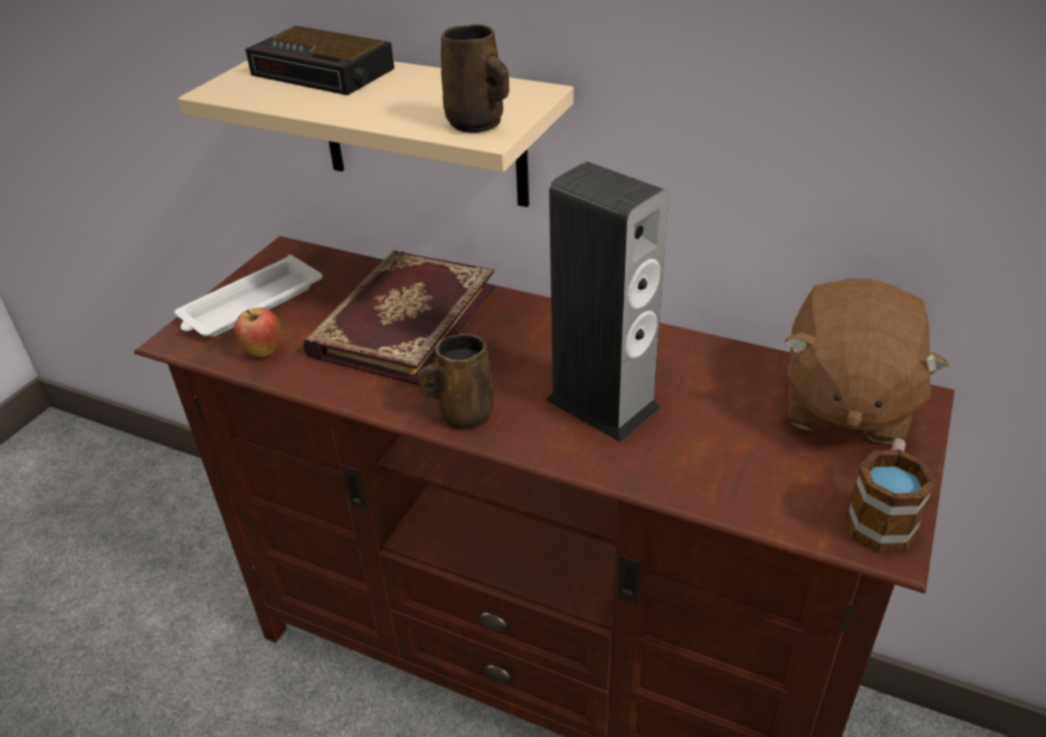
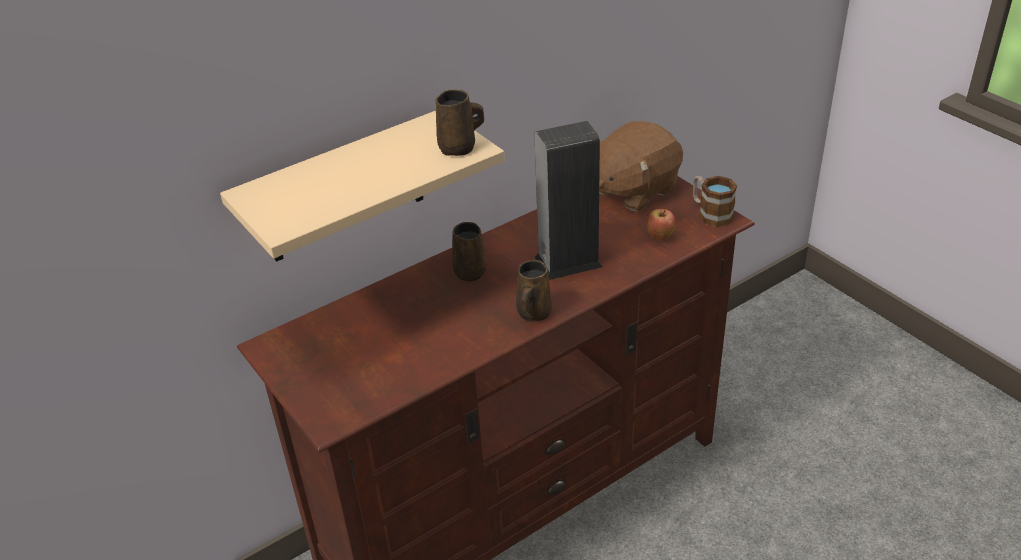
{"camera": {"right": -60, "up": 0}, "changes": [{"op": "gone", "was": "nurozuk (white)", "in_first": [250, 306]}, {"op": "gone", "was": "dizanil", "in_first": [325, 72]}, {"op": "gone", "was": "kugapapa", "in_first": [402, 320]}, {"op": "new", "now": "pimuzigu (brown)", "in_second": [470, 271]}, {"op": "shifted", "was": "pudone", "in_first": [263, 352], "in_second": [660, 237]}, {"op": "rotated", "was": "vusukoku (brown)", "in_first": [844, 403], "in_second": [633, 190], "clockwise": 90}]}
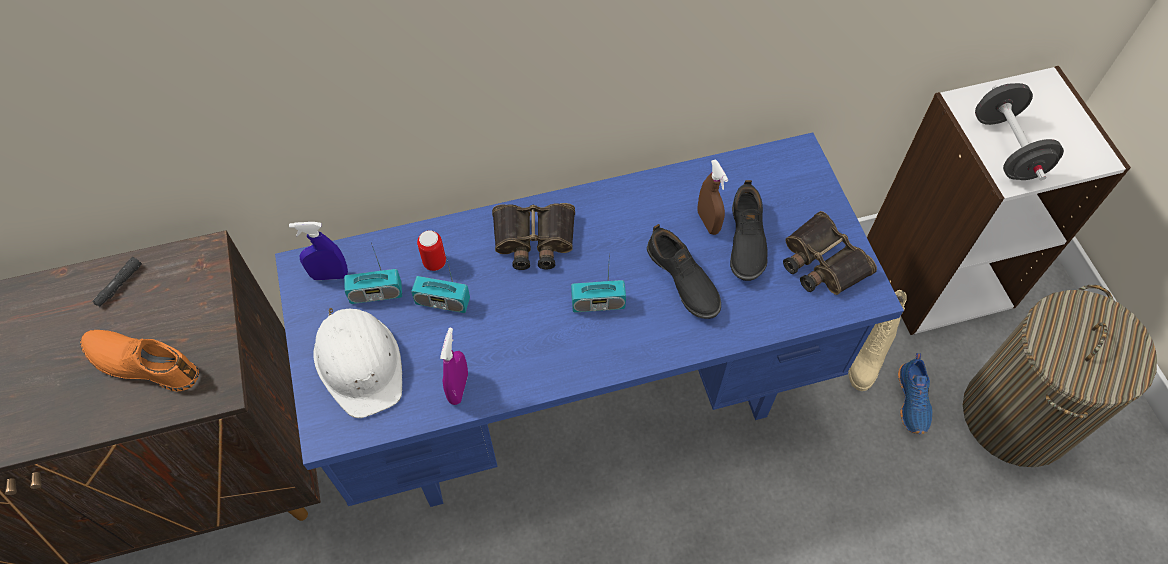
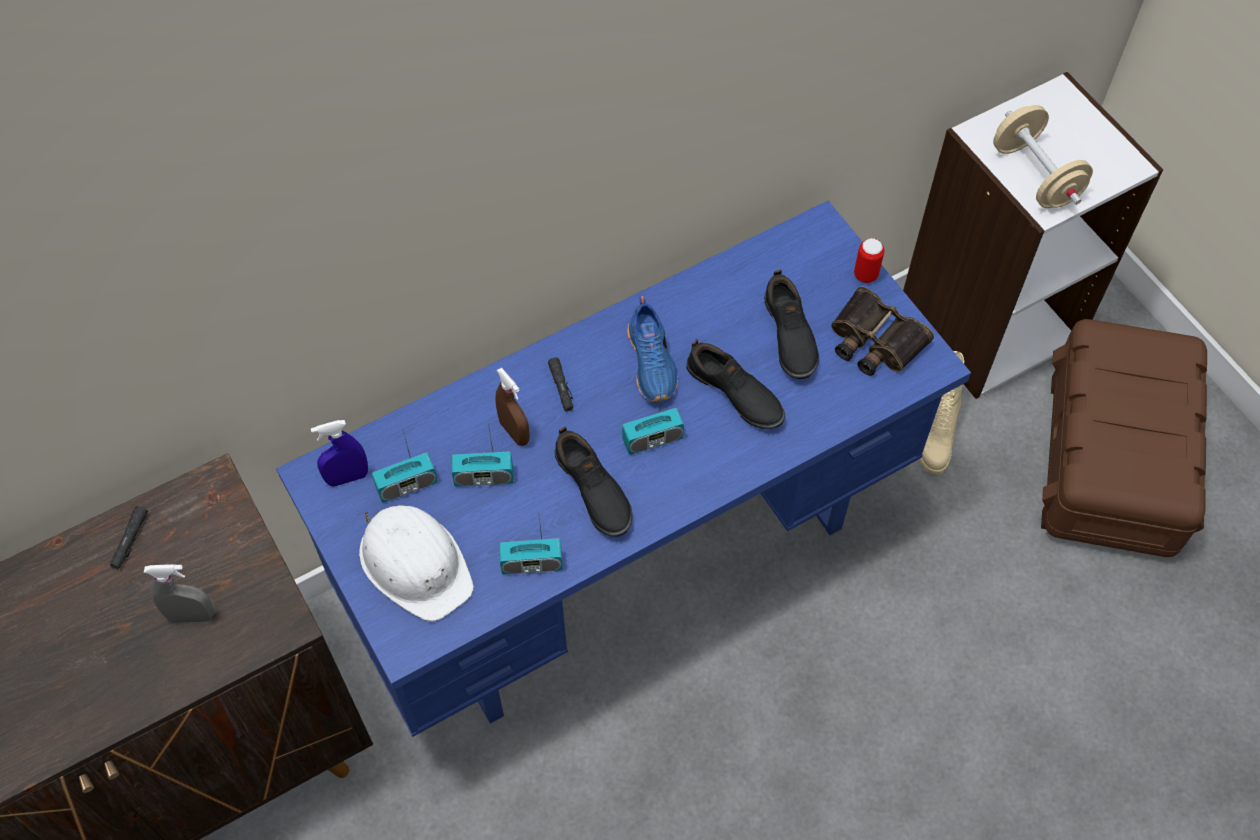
{"camera": {"right": -15, "up": 0}, "changes": [{"op": "new", "now": "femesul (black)", "in_second": [592, 491]}, {"op": "shifted", "was": "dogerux", "in_first": [434, 262], "in_second": [865, 275]}, {"op": "shifted", "was": "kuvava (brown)", "in_first": [708, 222], "in_second": [514, 432]}, {"op": "shifted", "was": "femesul (blue)", "in_first": [913, 401], "in_second": [653, 363]}, {"op": "swapped", "was": "femesul (orange)", "now": "kuvava (grey)", "in_first": [143, 362], "in_second": [191, 616]}, {"op": "swapped", "was": "kuvava (purple)", "now": "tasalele", "in_first": [458, 388], "in_second": [532, 564]}, {"op": "swapped", "was": "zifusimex", "now": "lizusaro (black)", "in_first": [533, 240], "in_second": [561, 387]}, {"op": "swapped", "was": "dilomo", "now": "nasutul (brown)", "in_first": [1016, 415], "in_second": [1110, 461]}, {"op": "repainted", "was": "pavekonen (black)", "now": "pavekonen (beige)", "in_first": [1007, 149], "in_second": [1035, 176]}]}
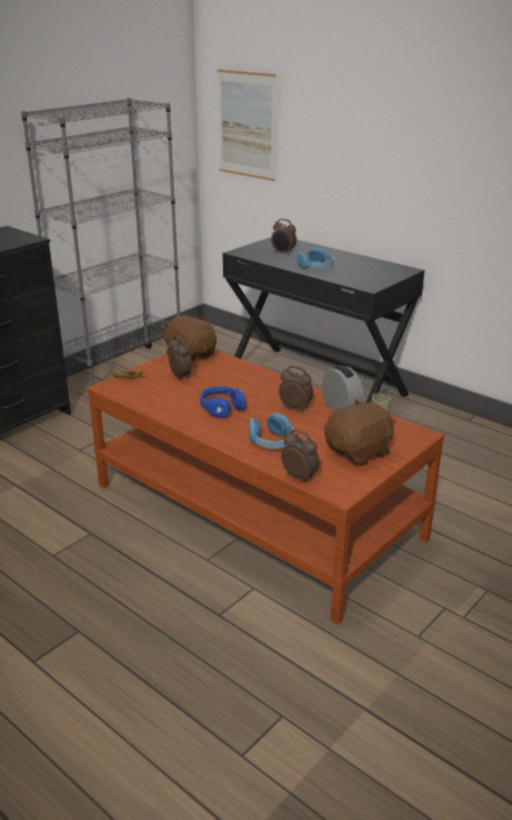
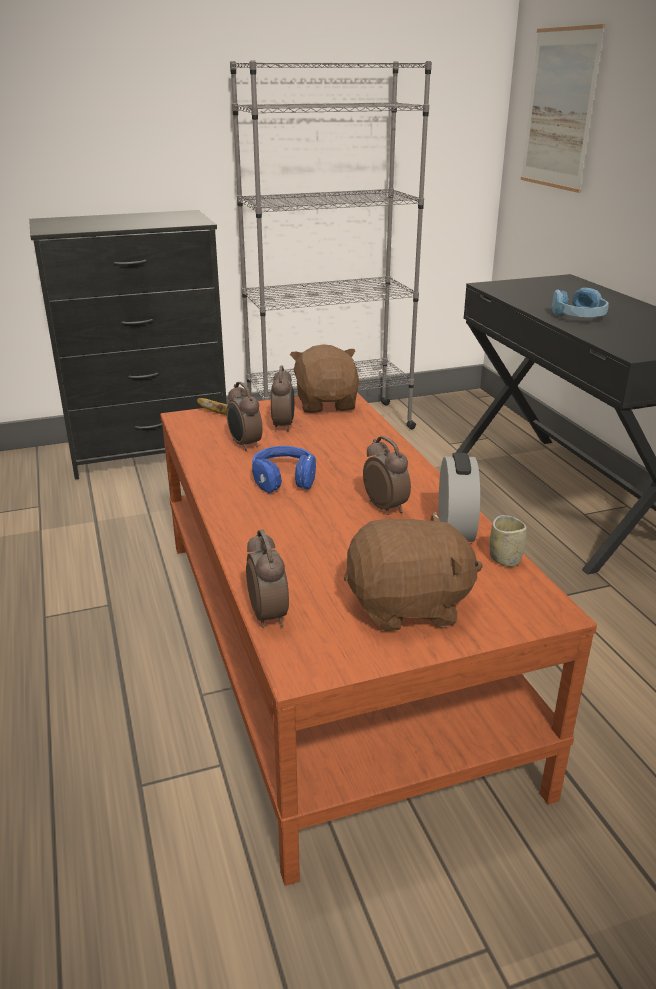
{"camera": {"right": 30, "up": 0}, "changes": [{"op": "gone", "was": "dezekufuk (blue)", "in_first": [271, 441]}, {"op": "shifted", "was": "dizanil", "in_first": [283, 253], "in_second": [244, 445]}]}
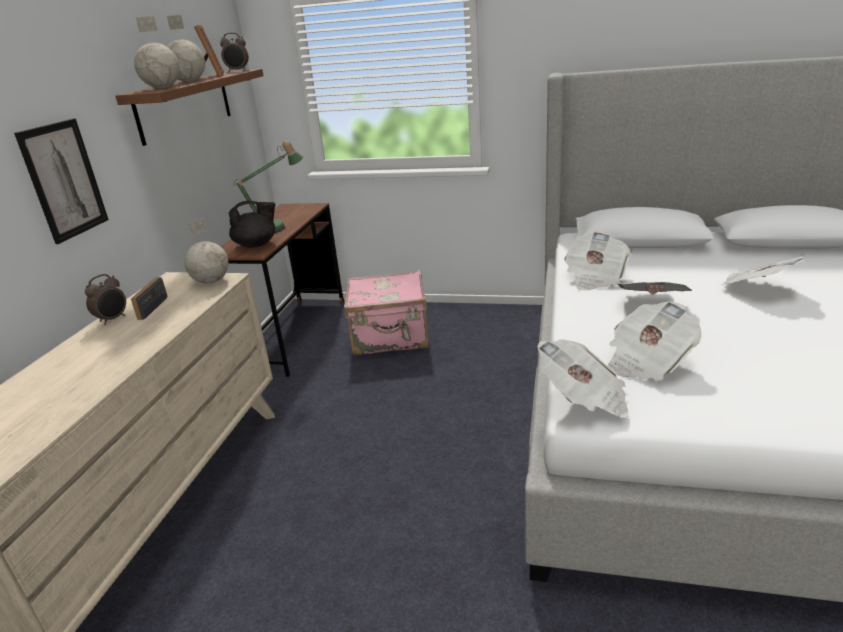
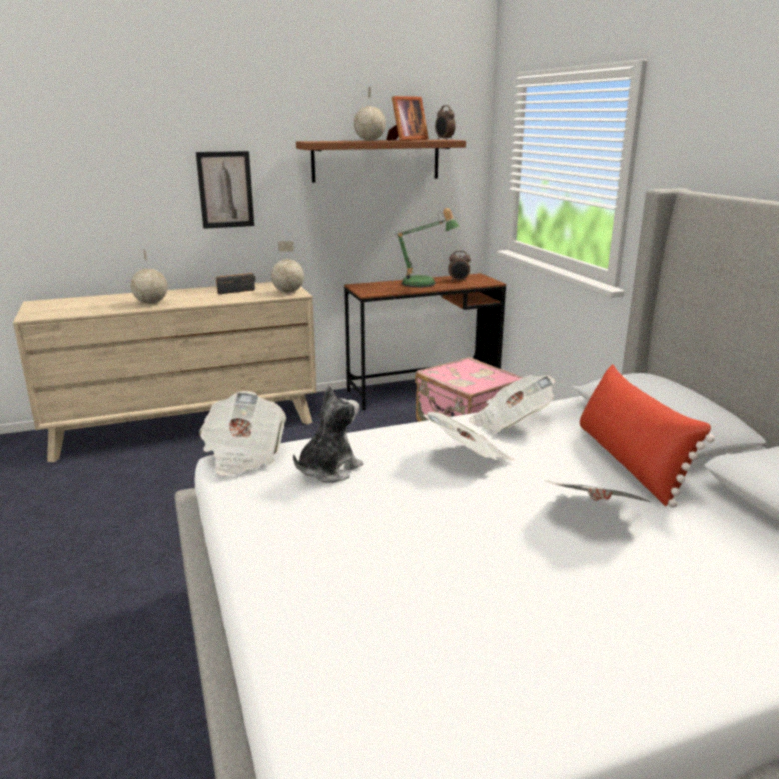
{"camera": {"right": 55, "up": -5}, "changes": [{"op": "gone", "was": "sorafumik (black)", "in_first": [256, 244]}, {"op": "new", "now": "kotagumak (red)", "in_second": [629, 462]}, {"op": "shifted", "was": "dizanil", "in_first": [113, 319], "in_second": [459, 281]}, {"op": "shifted", "was": "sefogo", "in_first": [162, 88], "in_second": [151, 303]}, {"op": "swapped", "was": "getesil", "now": "vusukoku", "in_first": [647, 361], "in_second": [328, 470]}]}
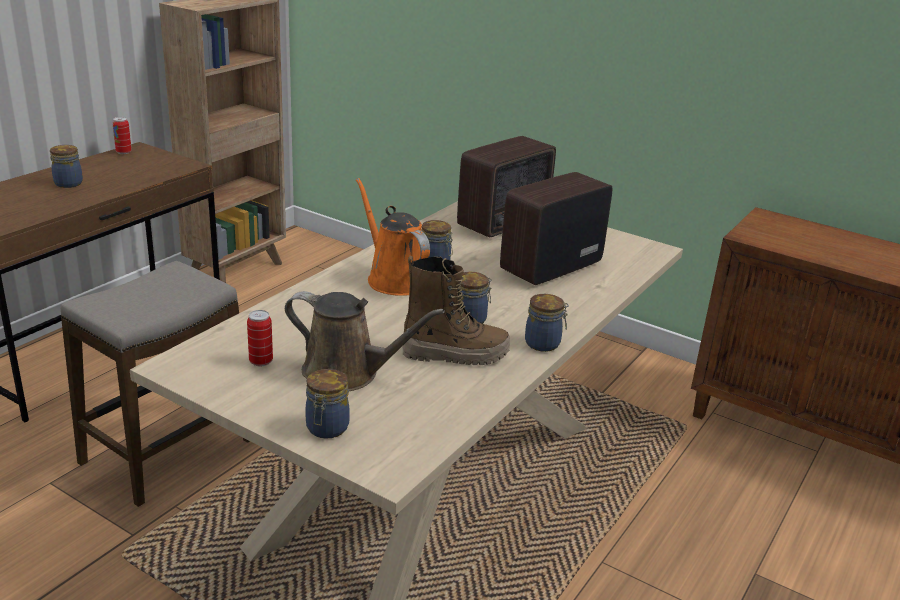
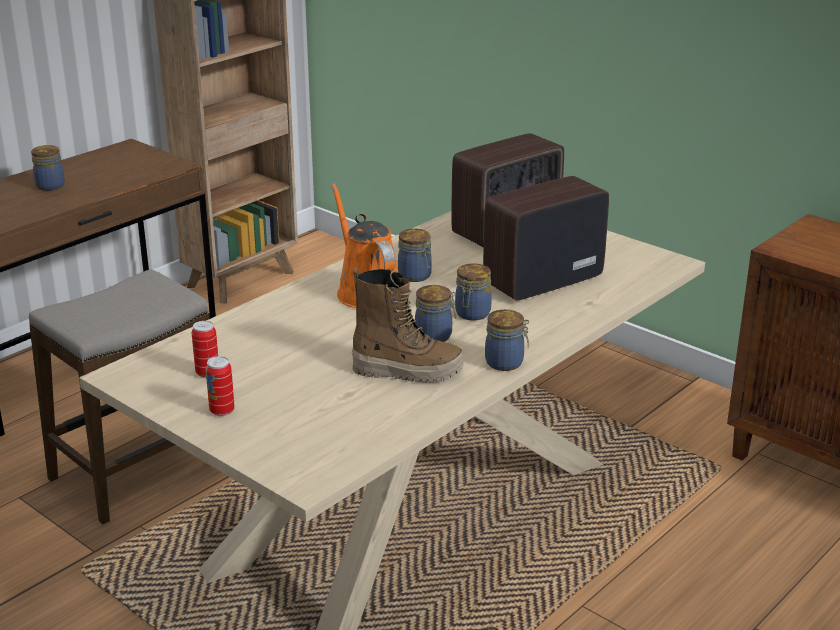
{"camera": {"right": 10, "up": 0}, "changes": [{"op": "gone", "was": "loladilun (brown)", "in_first": [347, 373]}, {"op": "shifted", "was": "dogerux", "in_first": [123, 152], "in_second": [222, 411]}, {"op": "shifted", "was": "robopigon", "in_first": [326, 429], "in_second": [472, 314]}]}
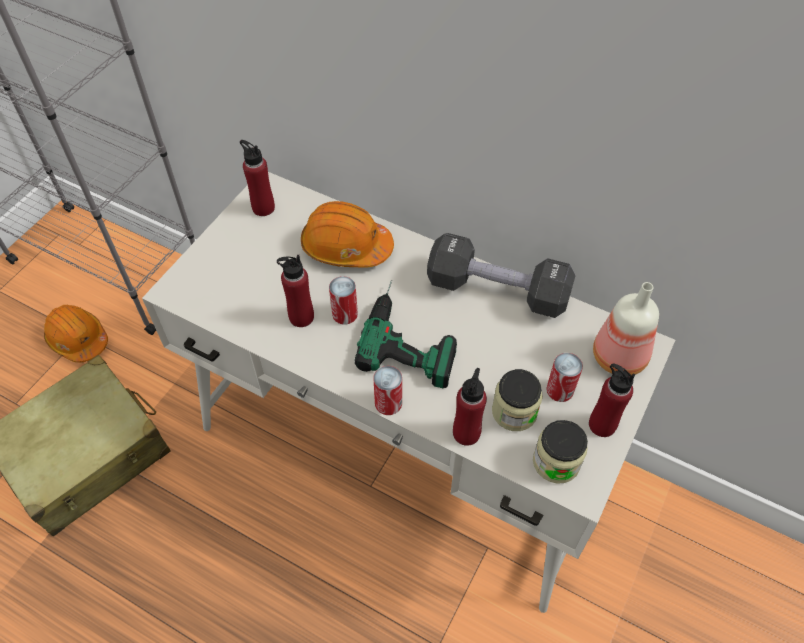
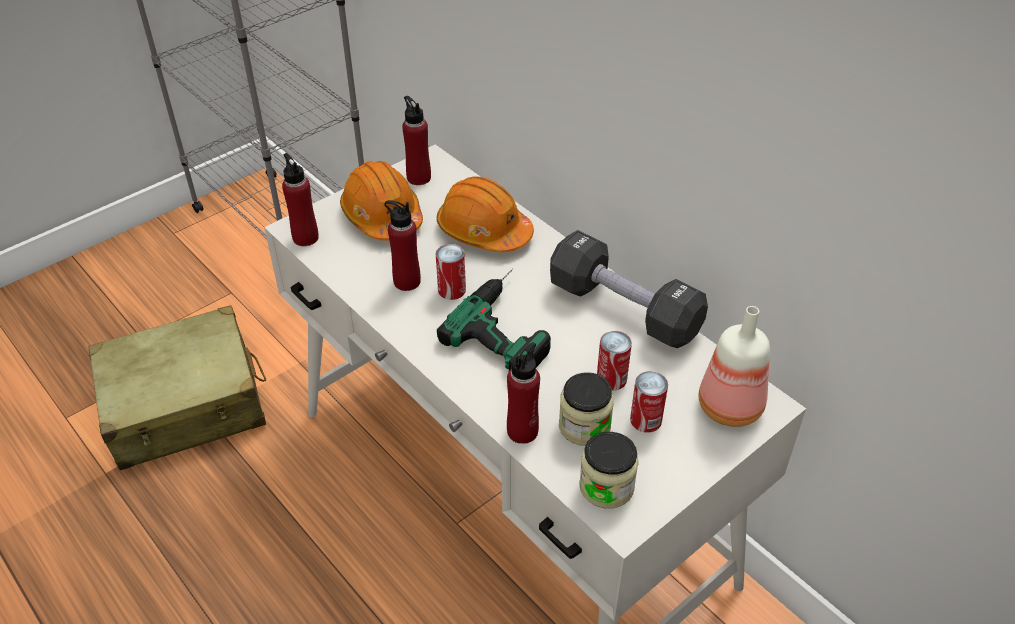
{"camera": {"right": 20, "up": -10}, "changes": [{"op": "shifted", "was": "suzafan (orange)", "in_first": [78, 339], "in_second": [382, 216]}, {"op": "shifted", "was": "dogerux", "in_first": [388, 403], "in_second": [611, 379]}, {"op": "shifted", "was": "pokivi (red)", "in_first": [602, 424], "in_second": [305, 237]}]}
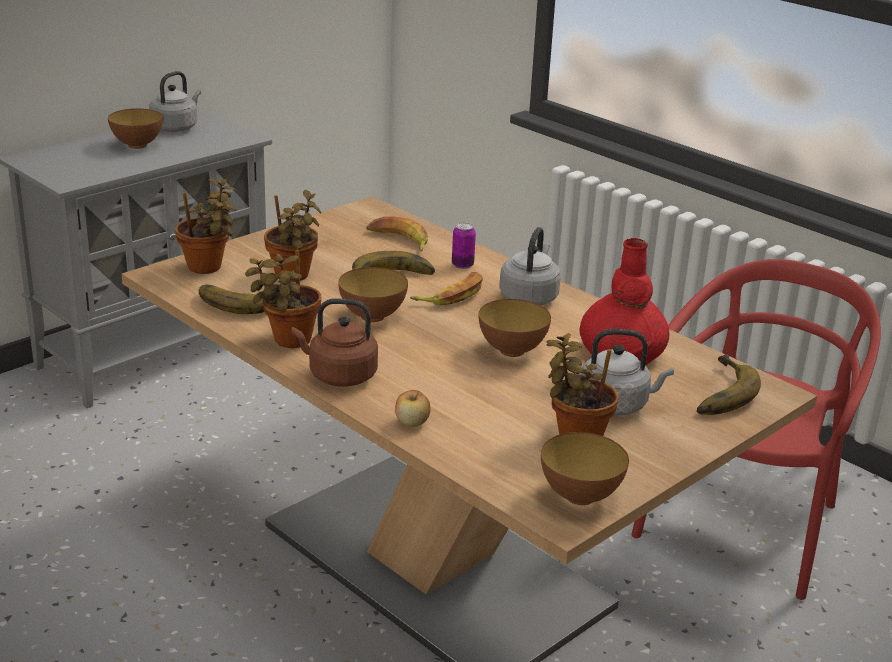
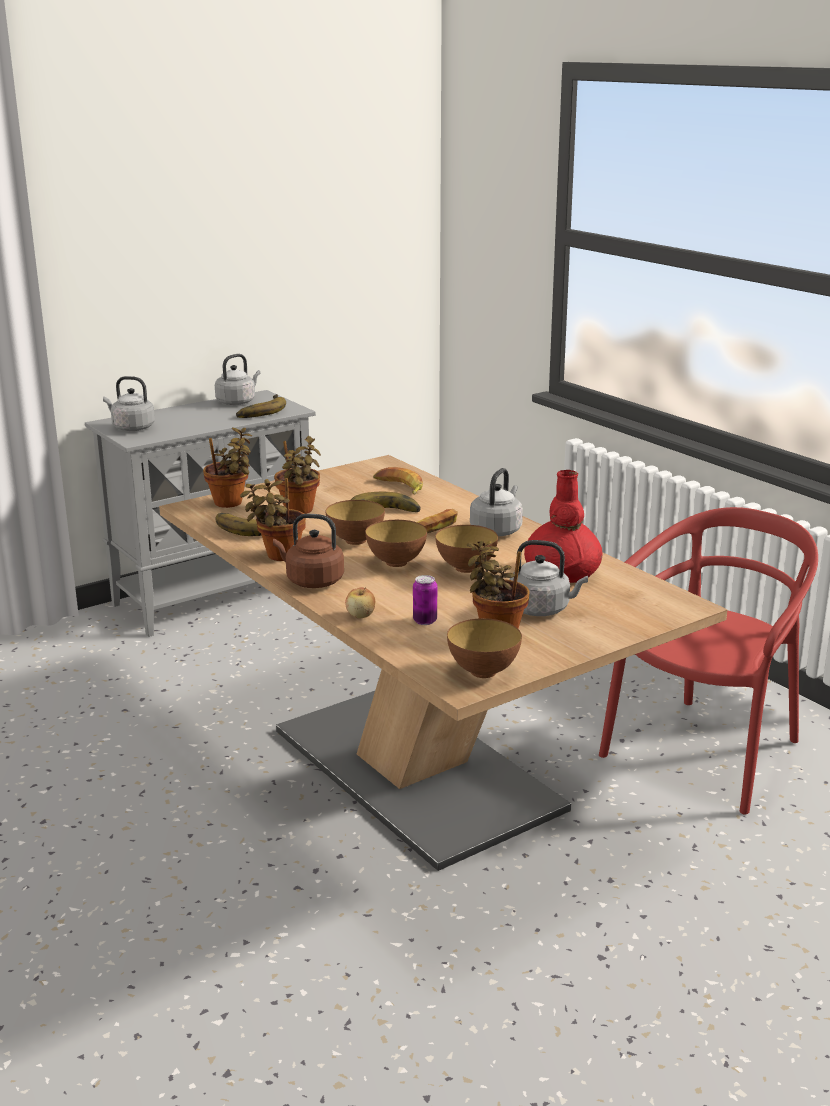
{"camera": {"right": 10, "up": -5}, "changes": [{"op": "new", "now": "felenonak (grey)", "in_second": [131, 428]}, {"op": "shifted", "was": "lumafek", "in_first": [137, 145], "in_second": [396, 562]}, {"op": "shifted", "was": "dogerux", "in_first": [462, 265], "in_second": [425, 621]}, {"op": "shifted", "was": "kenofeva", "in_first": [716, 392], "in_second": [259, 411]}]}
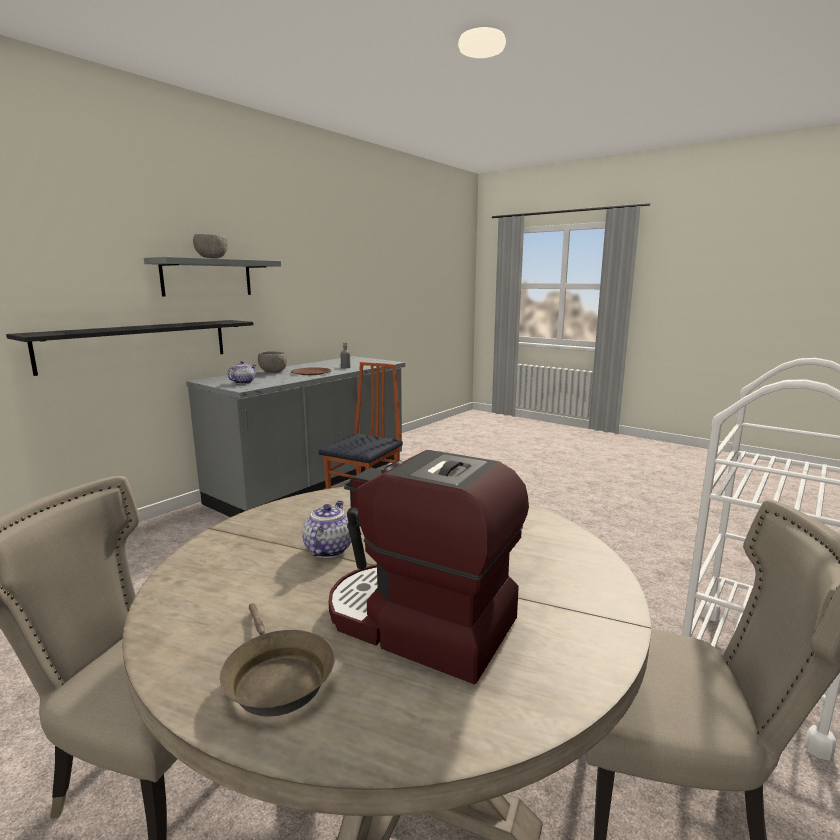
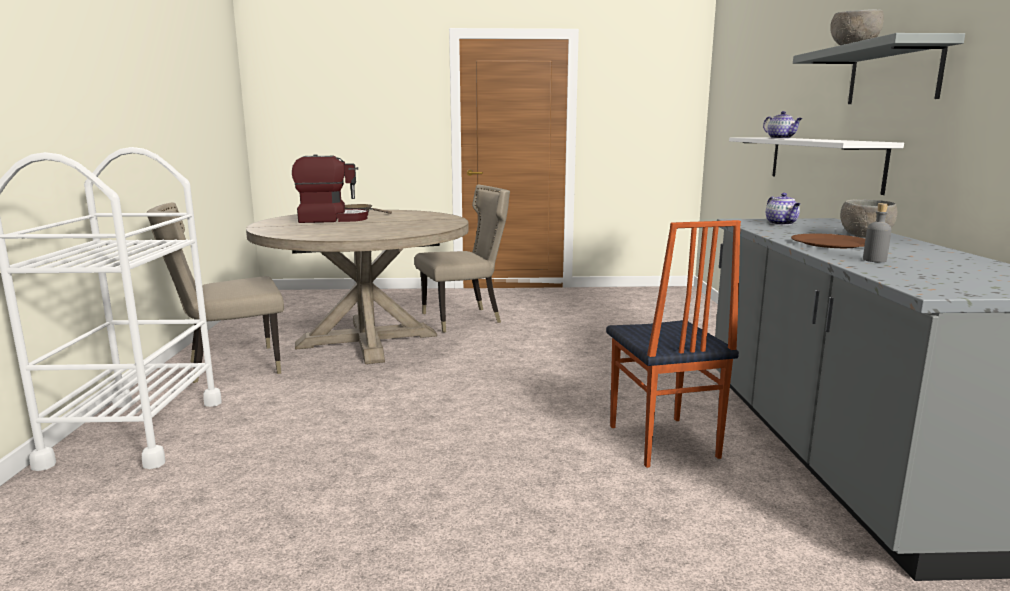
{"camera": {"right": 140, "up": 0}, "changes": [{"op": "shifted", "was": "sorafumik", "in_first": [328, 549], "in_second": [781, 138]}, {"op": "repainted", "was": "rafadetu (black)", "now": "rafadetu (white)", "in_first": [138, 344], "in_second": [822, 162]}]}
